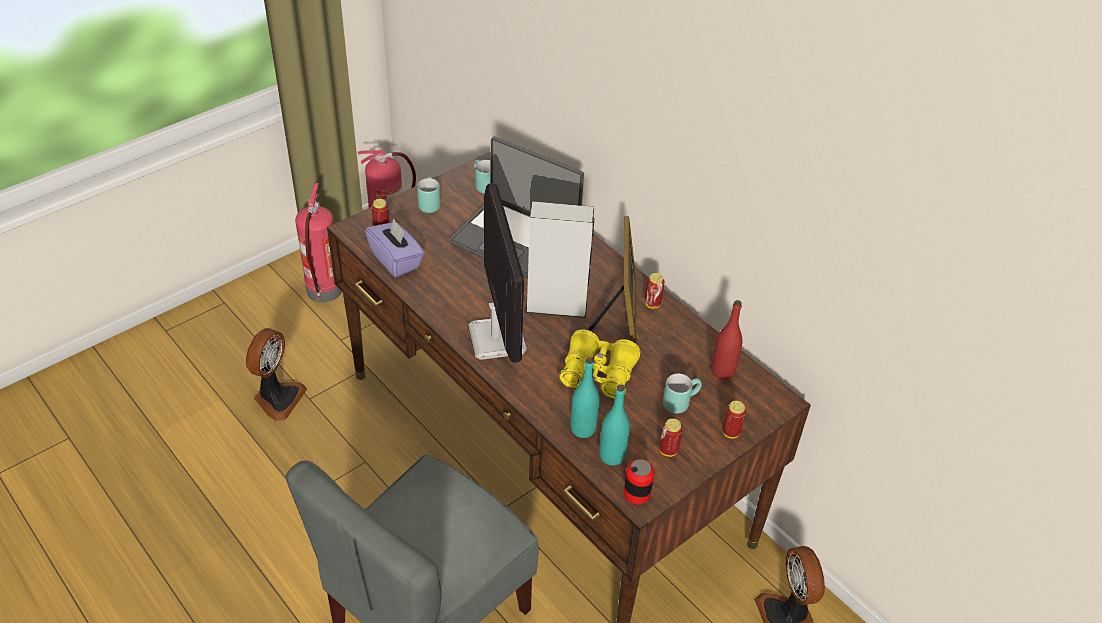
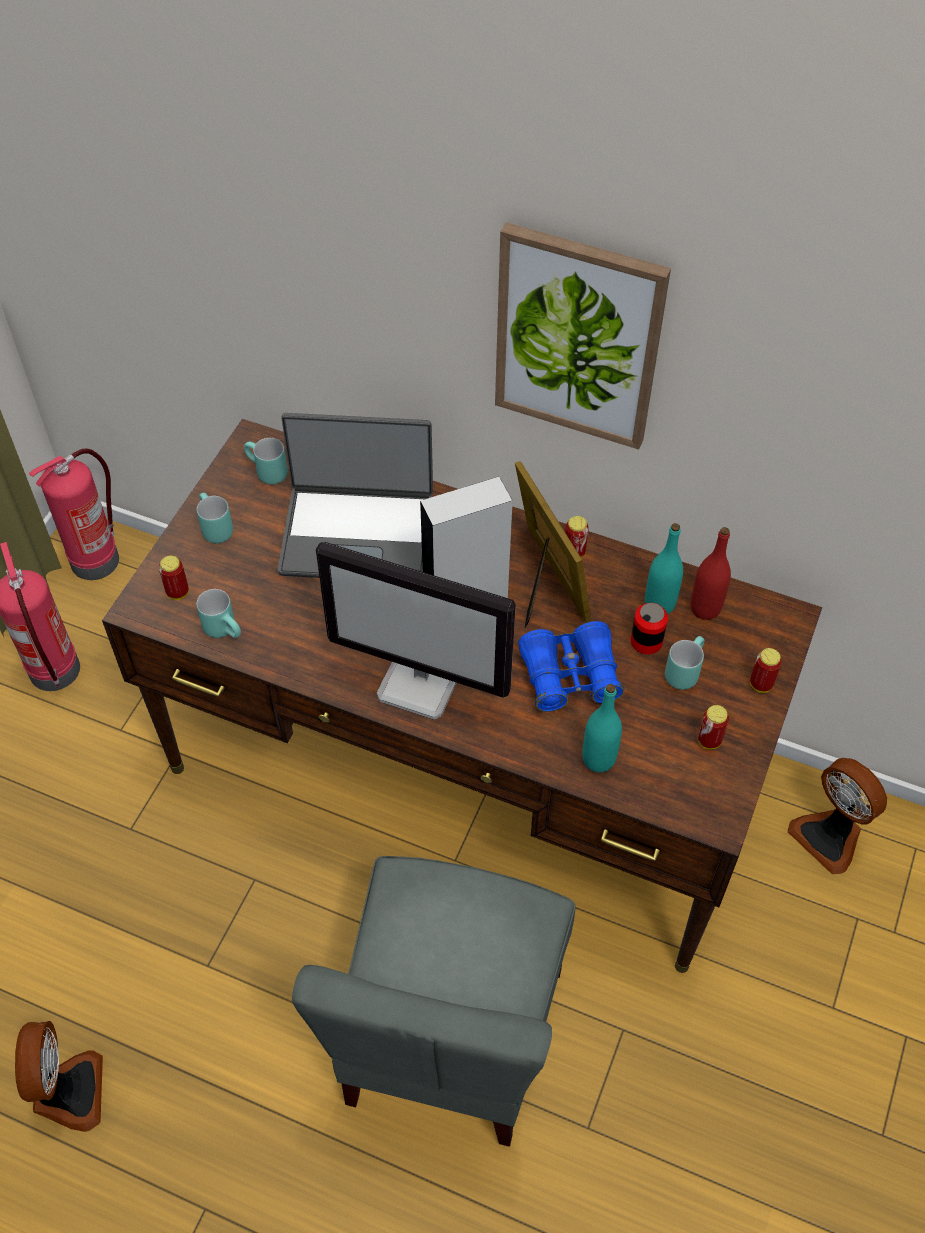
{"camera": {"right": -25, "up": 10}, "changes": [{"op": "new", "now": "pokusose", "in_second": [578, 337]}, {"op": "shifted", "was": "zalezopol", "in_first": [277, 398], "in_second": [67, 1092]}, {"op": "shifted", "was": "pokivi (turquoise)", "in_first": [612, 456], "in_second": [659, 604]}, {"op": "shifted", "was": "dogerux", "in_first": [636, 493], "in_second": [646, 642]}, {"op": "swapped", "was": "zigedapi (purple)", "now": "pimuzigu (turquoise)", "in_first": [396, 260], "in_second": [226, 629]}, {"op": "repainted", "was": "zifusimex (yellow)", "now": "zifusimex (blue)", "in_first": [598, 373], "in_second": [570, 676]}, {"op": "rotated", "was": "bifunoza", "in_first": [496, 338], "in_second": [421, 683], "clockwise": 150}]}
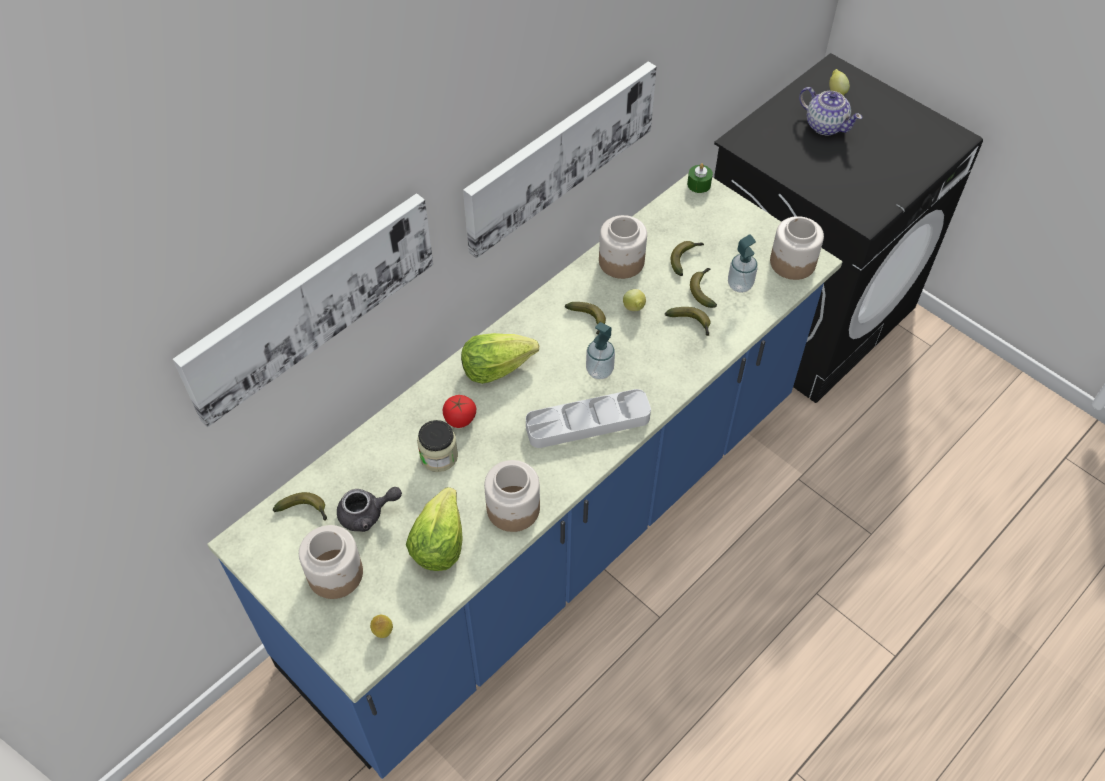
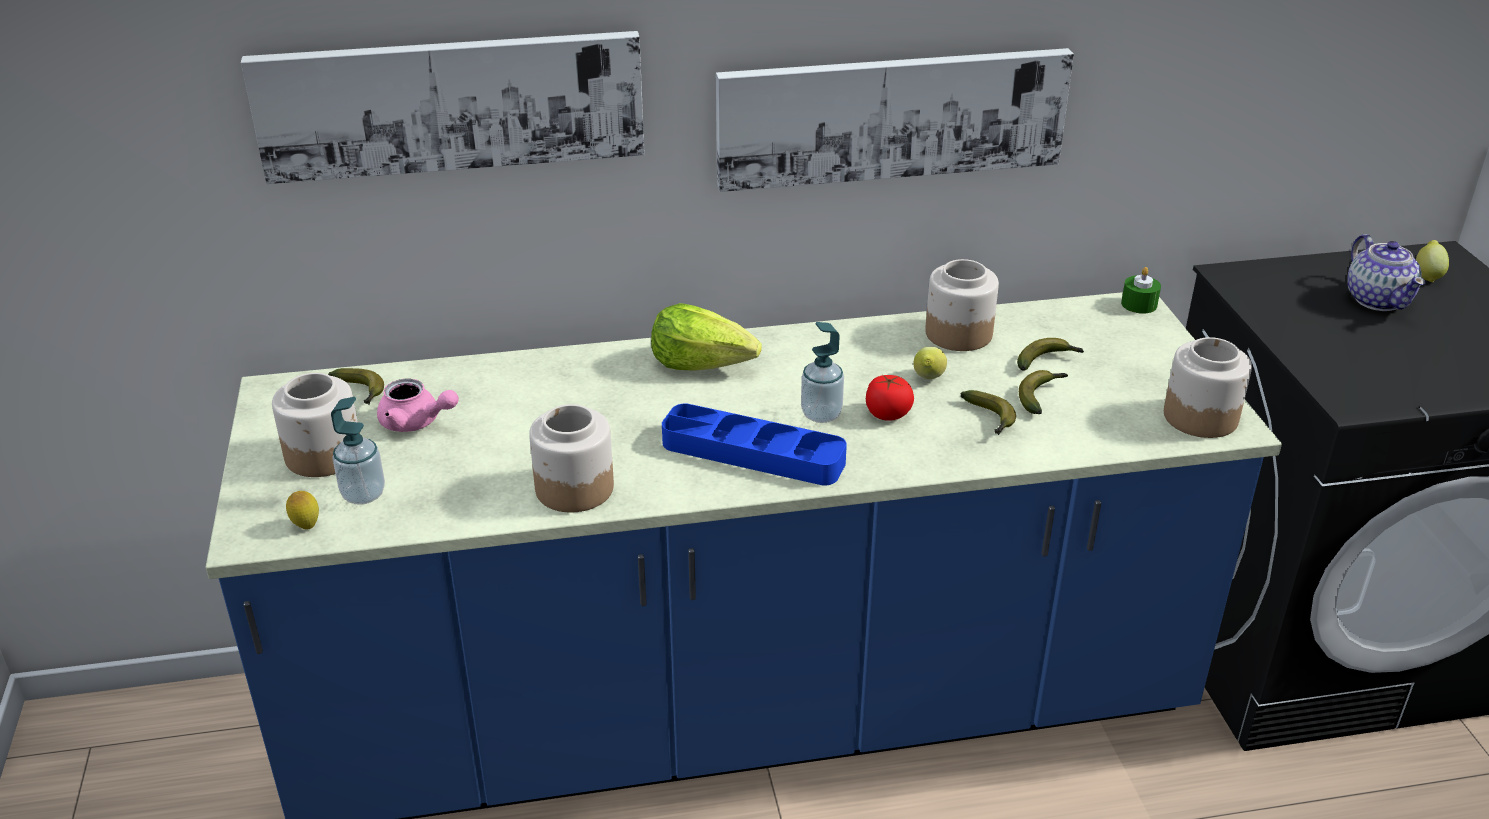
{"camera": {"right": 35, "up": -20}, "changes": [{"op": "gone", "was": "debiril", "in_first": [438, 542]}, {"op": "gone", "was": "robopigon", "in_first": [439, 456]}, {"op": "gone", "was": "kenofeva", "in_first": [588, 320]}, {"op": "shifted", "was": "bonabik", "in_first": [460, 419], "in_second": [888, 414]}, {"op": "shifted", "was": "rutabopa", "in_first": [740, 285], "in_second": [363, 494]}, {"op": "repainted", "was": "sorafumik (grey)", "now": "sorafumik (pink)", "in_first": [367, 514], "in_second": [416, 422]}, {"op": "repainted", "was": "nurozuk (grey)", "now": "nurozuk (blue)", "in_first": [588, 422], "in_second": [753, 453]}]}
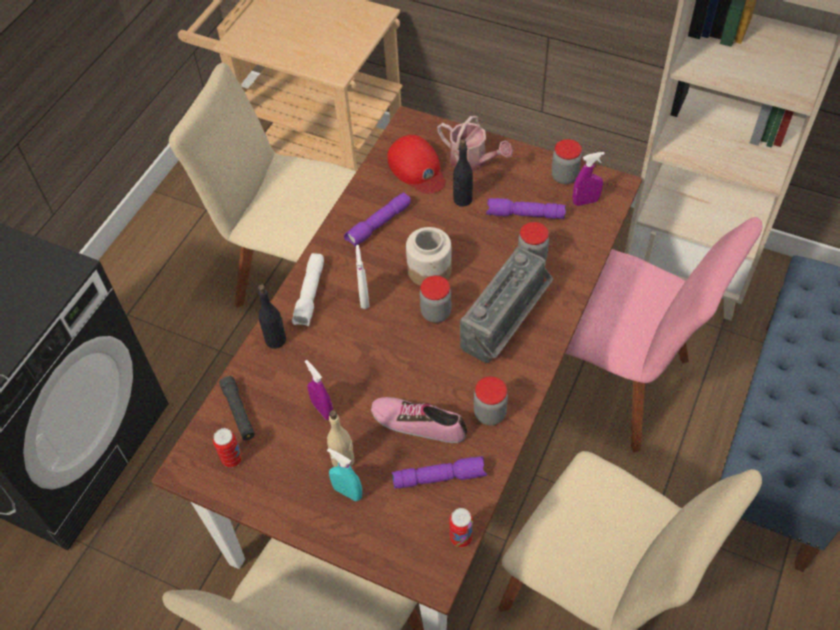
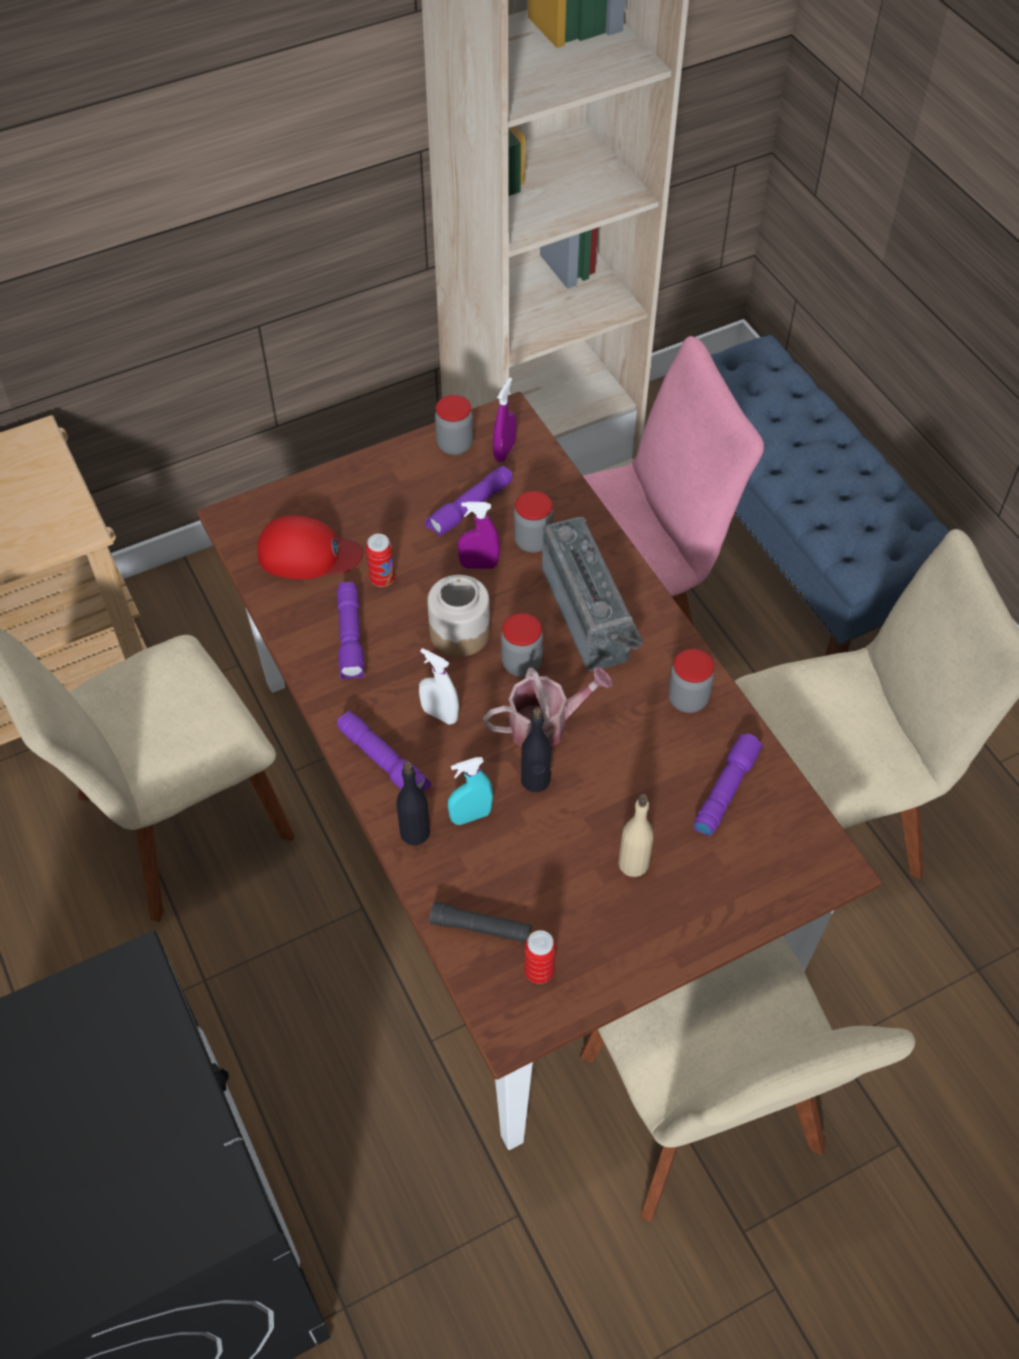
{"camera": {"right": -55, "up": 0}, "changes": [{"op": "gone", "was": "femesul", "in_first": [419, 422]}, {"op": "shifted", "was": "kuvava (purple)", "in_first": [322, 409], "in_second": [479, 565]}, {"op": "shifted", "was": "kuvava (turquoise)", "in_first": [347, 492], "in_second": [471, 816]}, {"op": "shifted", "was": "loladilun", "in_first": [473, 161], "in_second": [546, 725]}, {"op": "shifted", "was": "dogerux", "in_first": [461, 538], "in_second": [382, 579]}, {"op": "shifted", "was": "pokivi (black)", "in_first": [462, 199], "in_second": [535, 781]}, {"op": "repainted", "was": "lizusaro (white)", "now": "lizusaro (purple)", "in_first": [310, 295], "in_second": [384, 761]}]}
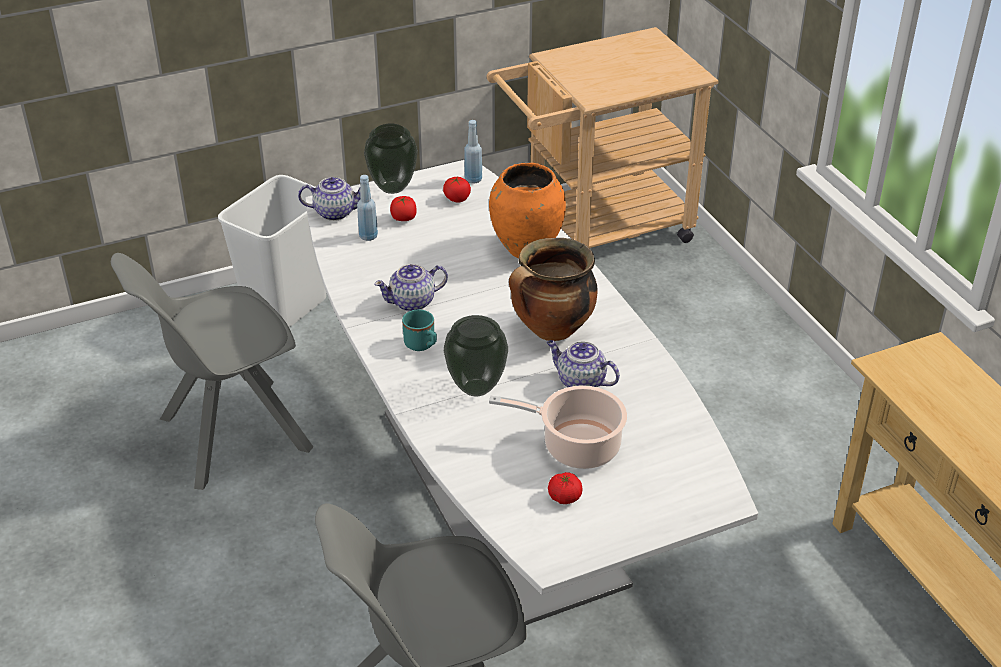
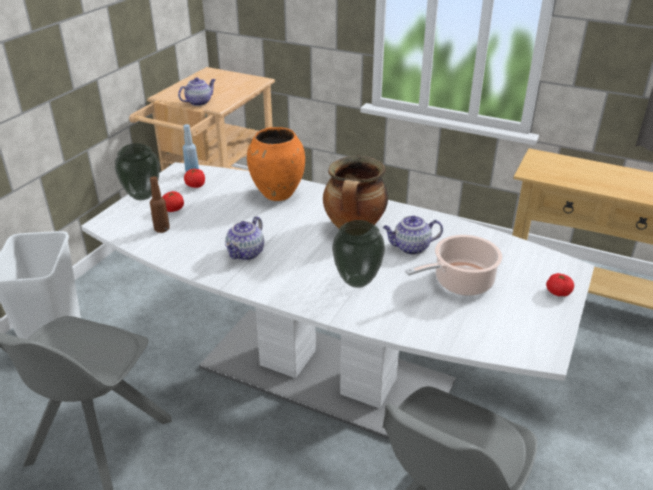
{"camera": {"right": -40, "up": -5}, "changes": [{"op": "gone", "was": "pimuzigu (turquoise)", "in_first": [422, 345]}, {"op": "shifted", "was": "sorafumik", "in_first": [336, 212], "in_second": [199, 102]}, {"op": "shifted", "was": "bonabik", "in_first": [564, 497], "in_second": [558, 292]}, {"op": "repainted", "was": "pokivi (blue)", "now": "pokivi (brown)", "in_first": [368, 236], "in_second": [161, 229]}]}
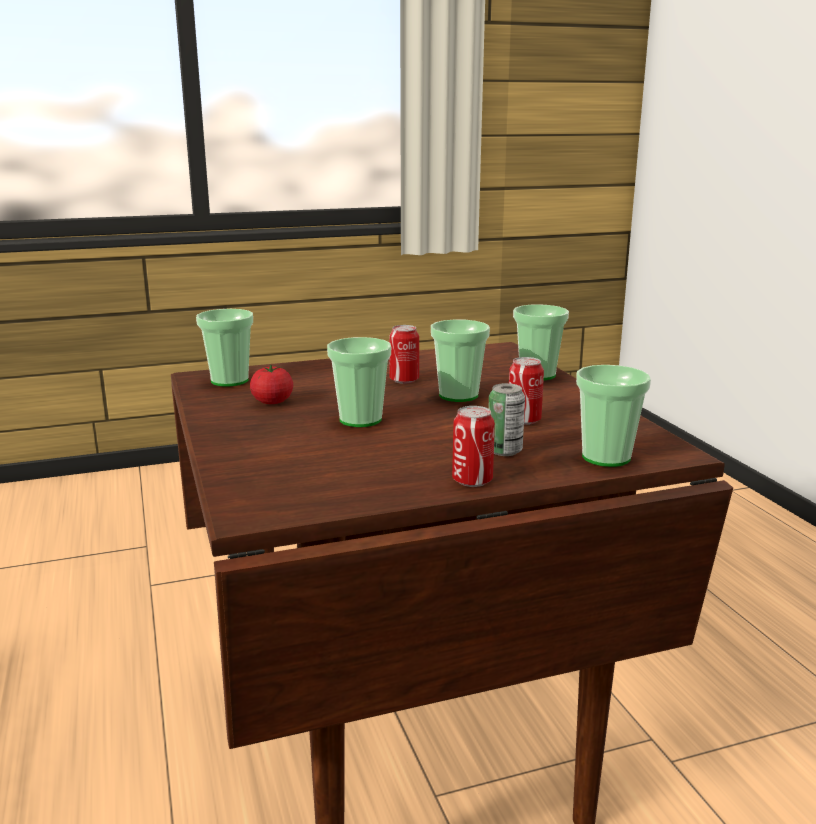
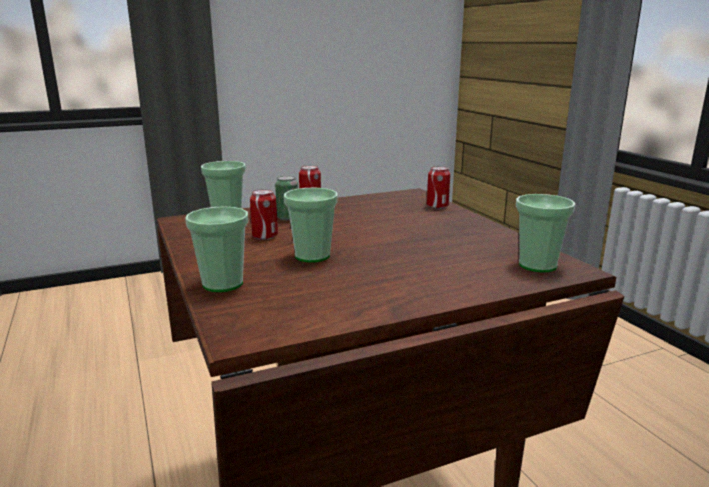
{"camera": {"right": 175, "up": 0}, "changes": [{"op": "gone", "was": "bonabik", "in_first": [272, 402]}, {"op": "gone", "was": "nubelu", "in_first": [360, 419]}, {"op": "shifted", "was": "dogerux", "in_first": [404, 380], "in_second": [437, 206]}]}
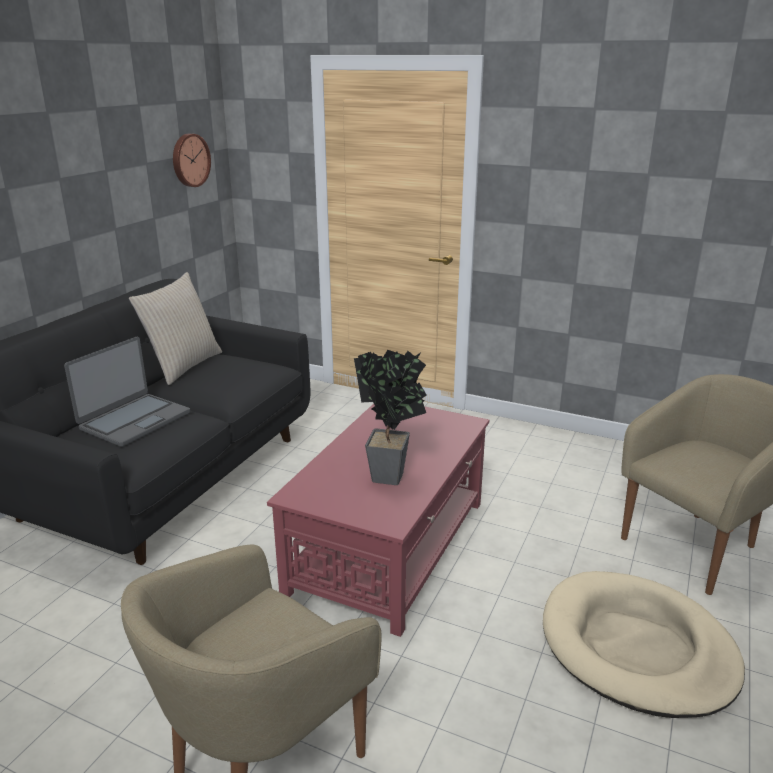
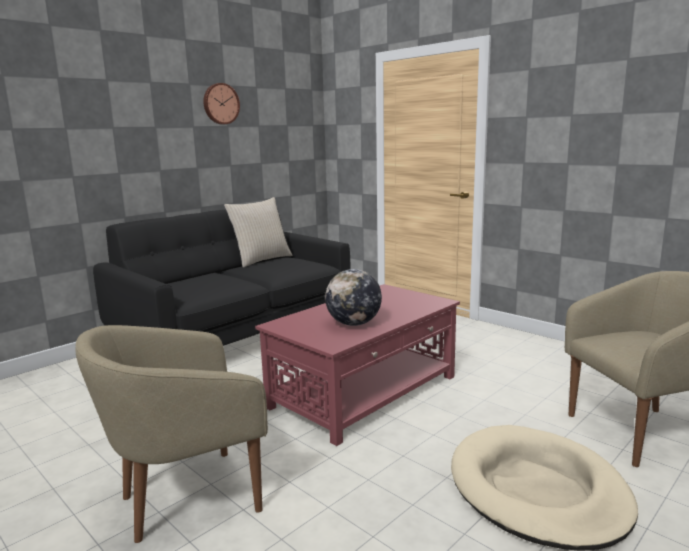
{"camera": {"right": 20, "up": -10}, "changes": [{"op": "gone", "was": "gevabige", "in_first": [134, 420]}, {"op": "shifted", "was": "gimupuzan", "in_first": [189, 160], "in_second": [220, 104]}, {"op": "swapped", "was": "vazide", "now": "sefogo", "in_first": [392, 479], "in_second": [354, 324]}]}
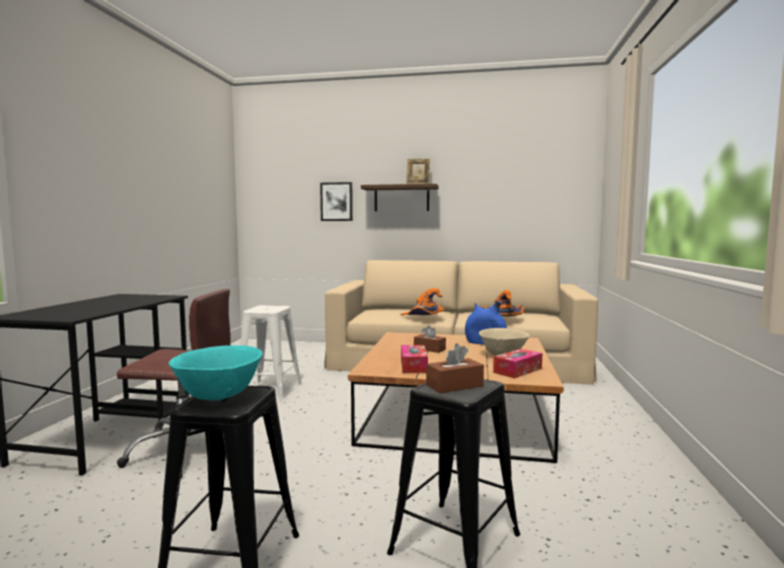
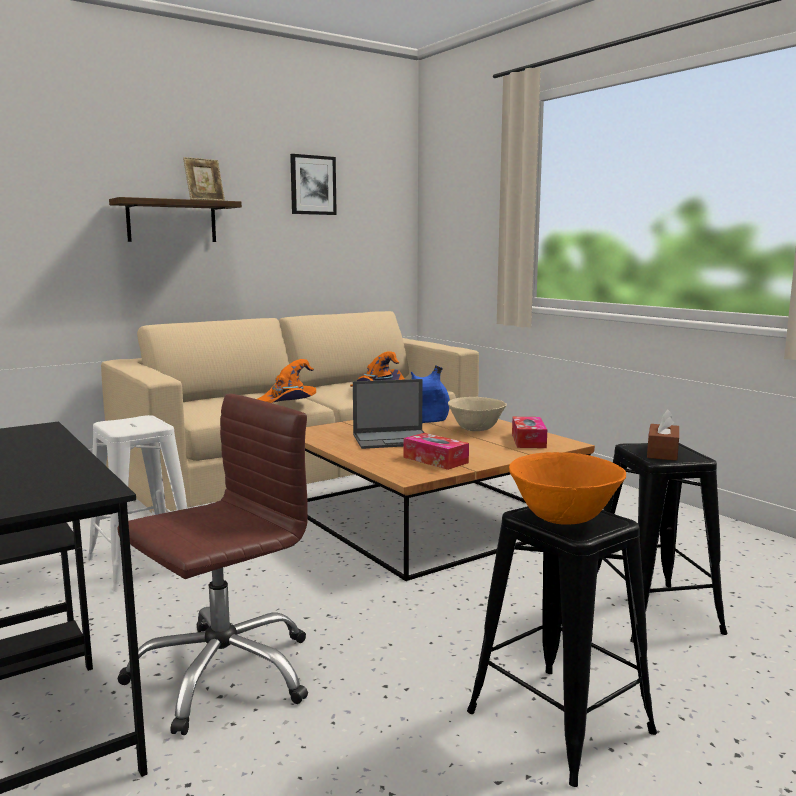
{"camera": {"right": -45, "up": 5}, "changes": [{"op": "shifted", "was": "pokusose", "in_first": [336, 201], "in_second": [313, 185]}, {"op": "swapped", "was": "zigedapi (brown)", "now": "gevabige", "in_first": [429, 349], "in_second": [393, 439]}, {"op": "repainted", "was": "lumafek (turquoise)", "now": "lumafek (orange)", "in_first": [219, 397], "in_second": [564, 519]}]}
